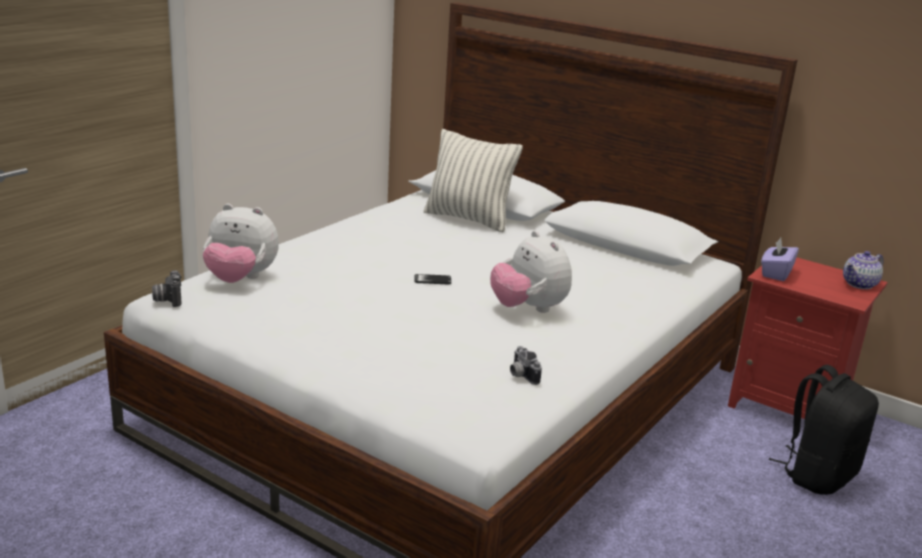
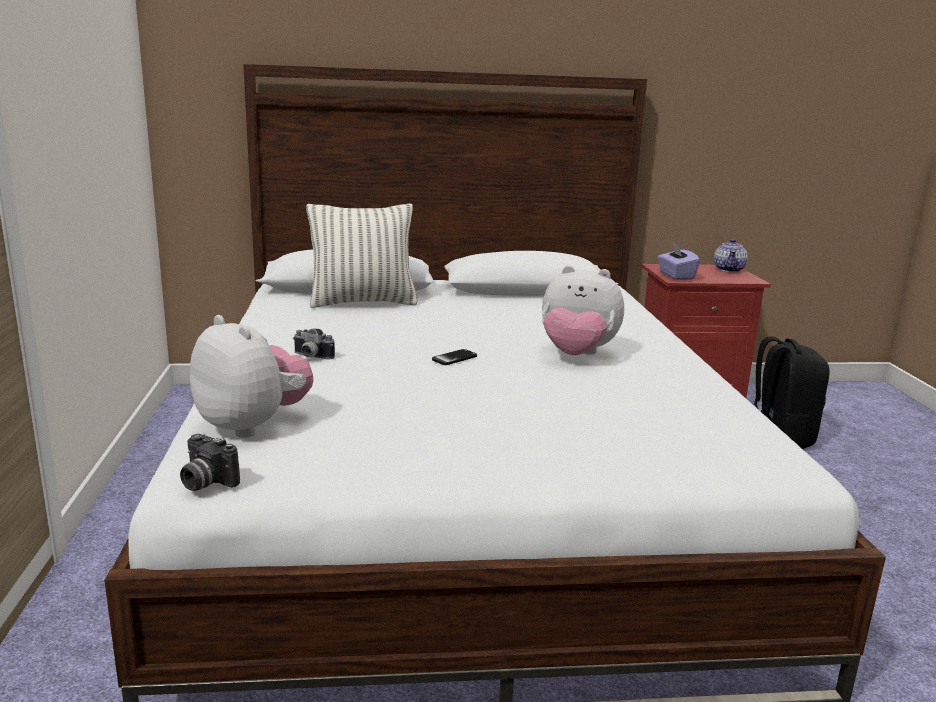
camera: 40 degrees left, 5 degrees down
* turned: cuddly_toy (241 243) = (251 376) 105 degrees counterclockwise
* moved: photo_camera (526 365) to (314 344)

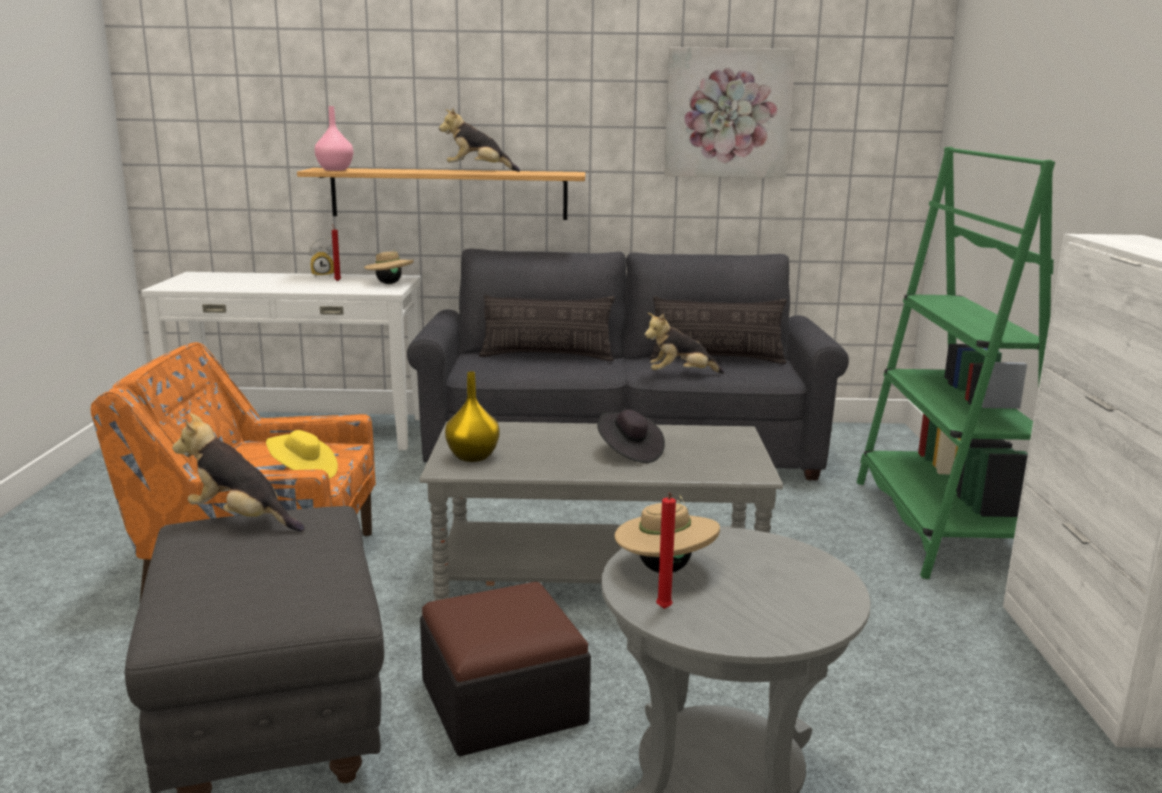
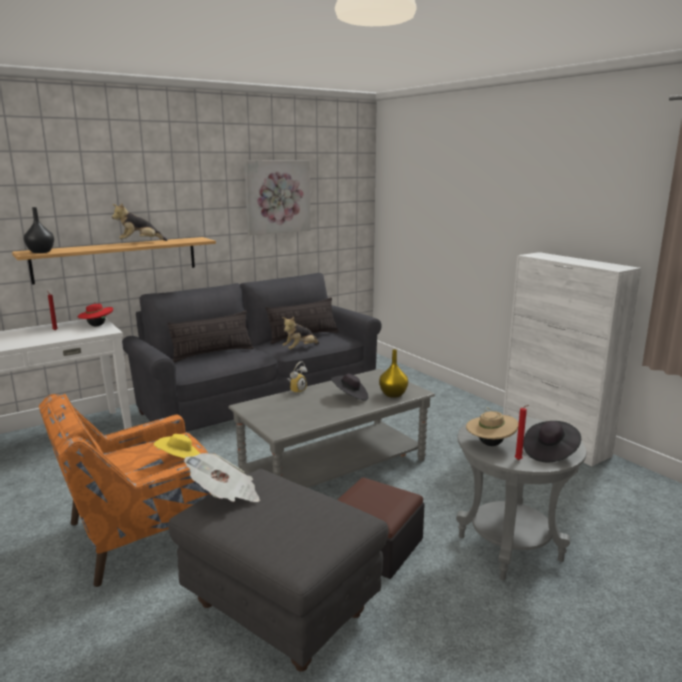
camera: 35 degrees left, 0 degrees up
* recoloured: pinkish_vase (333 138) to blackish_vase (39 230)
* removed: green_bookcase (956 363)
* moved: alarm_clock (321 257) to (297 377)
* recoloured: beige_hat (389 266) to reddish_hat (95 314)
* moved: yellow-coloured_vase (472 416) to (393 373)
* replaced: cuddly_toy (238 472) to printed_paper (222 477)
* added: blackish_hat (552 441)

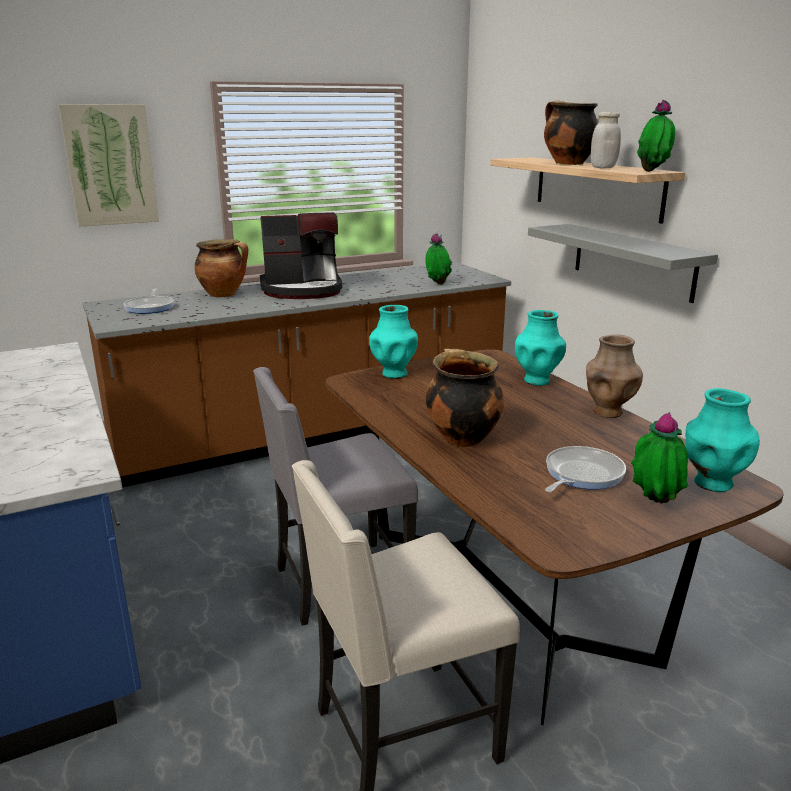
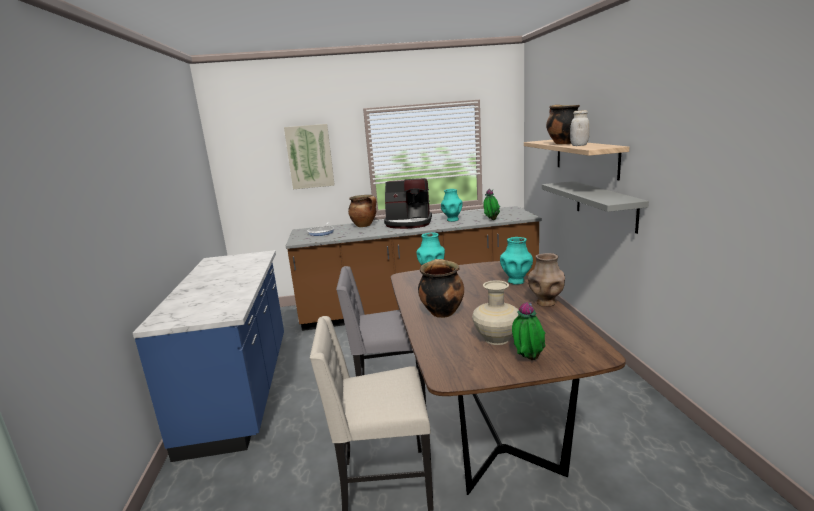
camera: 20 degrees right, 5 degrees down
* removed: plant_in_a_pot (656 136)
* moved: turquoise-coloured_vase (723 440) to (452 205)
* replaced: frying_pan (585 469) to beige_vase (495 312)

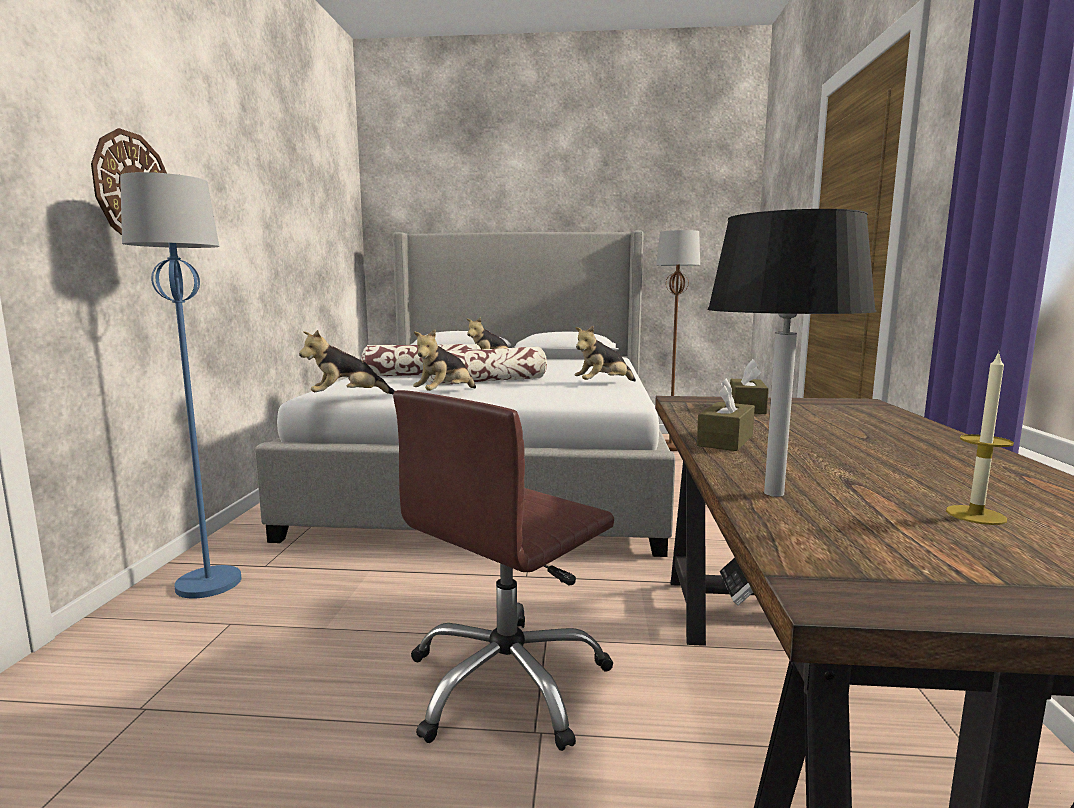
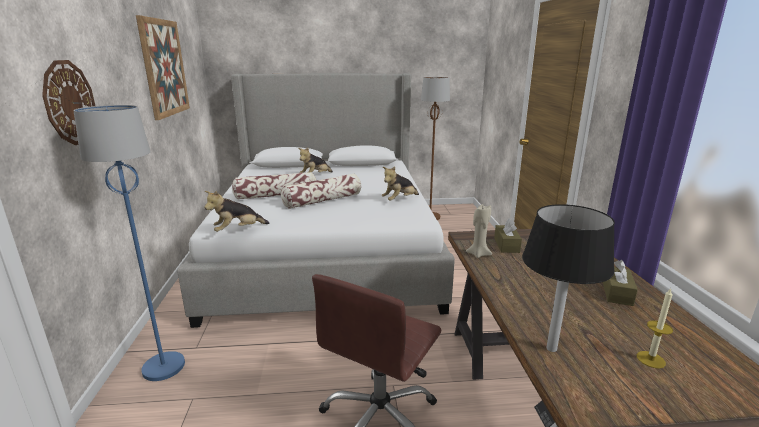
camera: 10 degrees left, 10 degrees up
* removed: cuddly_toy (444 360)
* moved: brown_tissue_holder (726 415) to (620 283)
* added: picture (163 67)
* added: beige_wax_light (479 231)

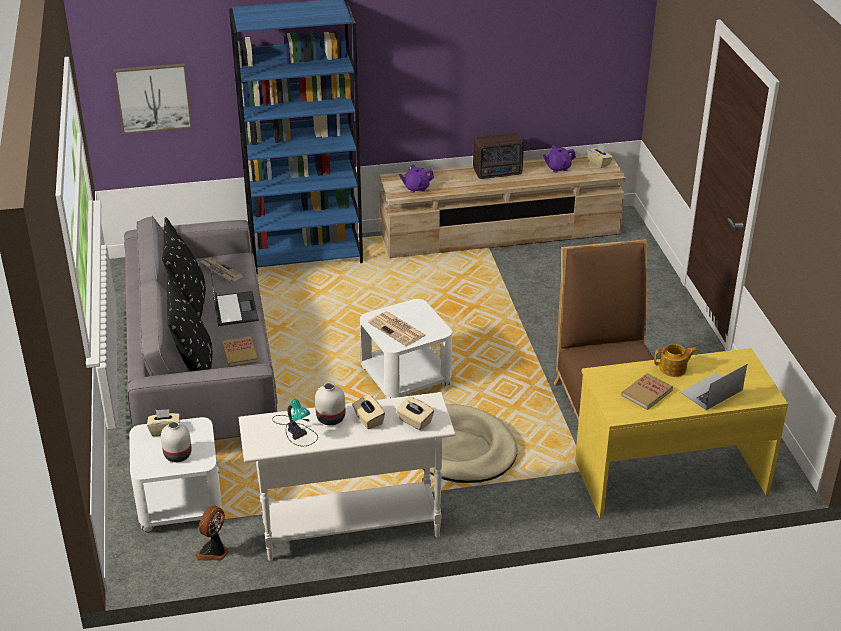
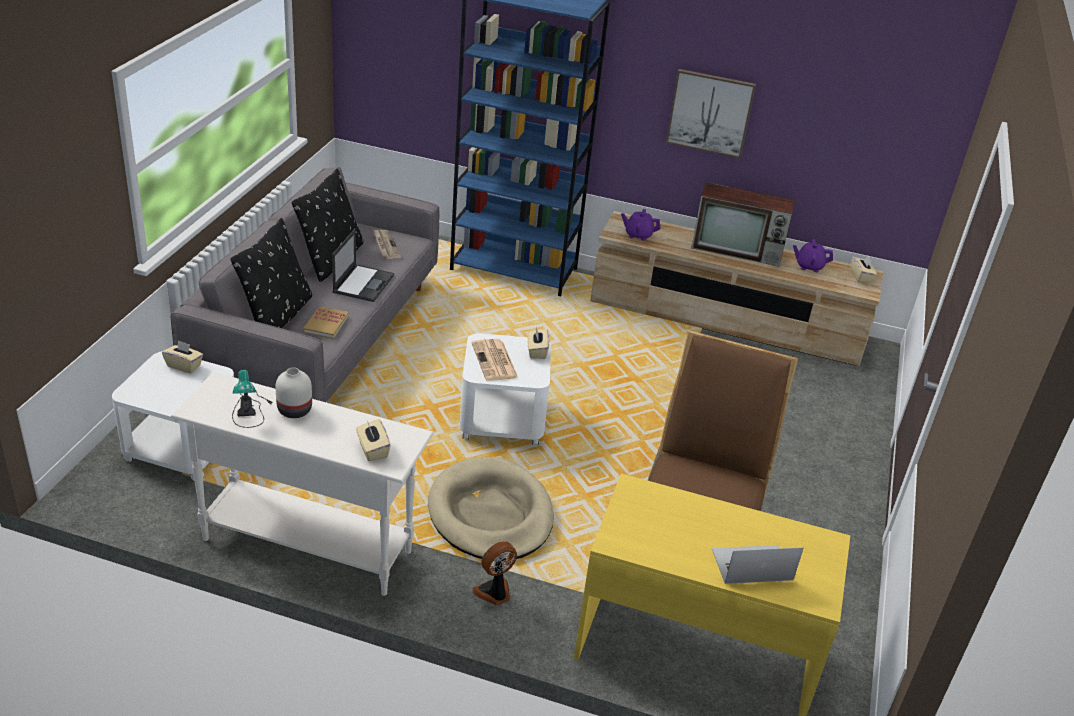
camera: 25 degrees right, 0 degrees up
* moved: picture (153 98) to (711 113)
* replaced: radio_set (498 156) to TV (743 224)
* removed: teapot (675 360)
* removed: book (647 391)
* moved: beige_tissue_holder (368 411) to (538 343)
* removed: whitish_vase (176 441)
* moved: fan (212 533) to (495 573)

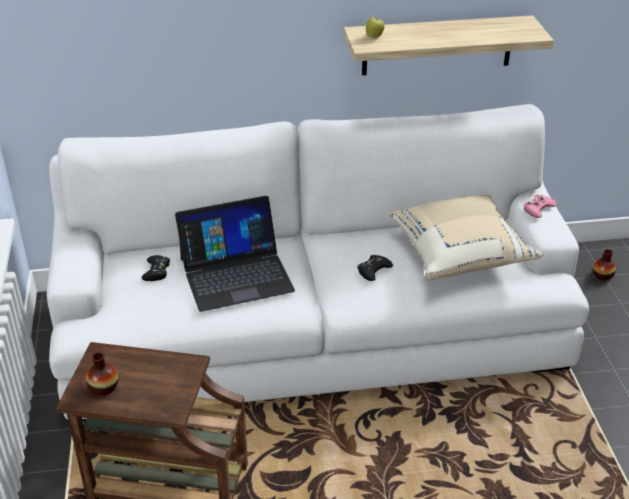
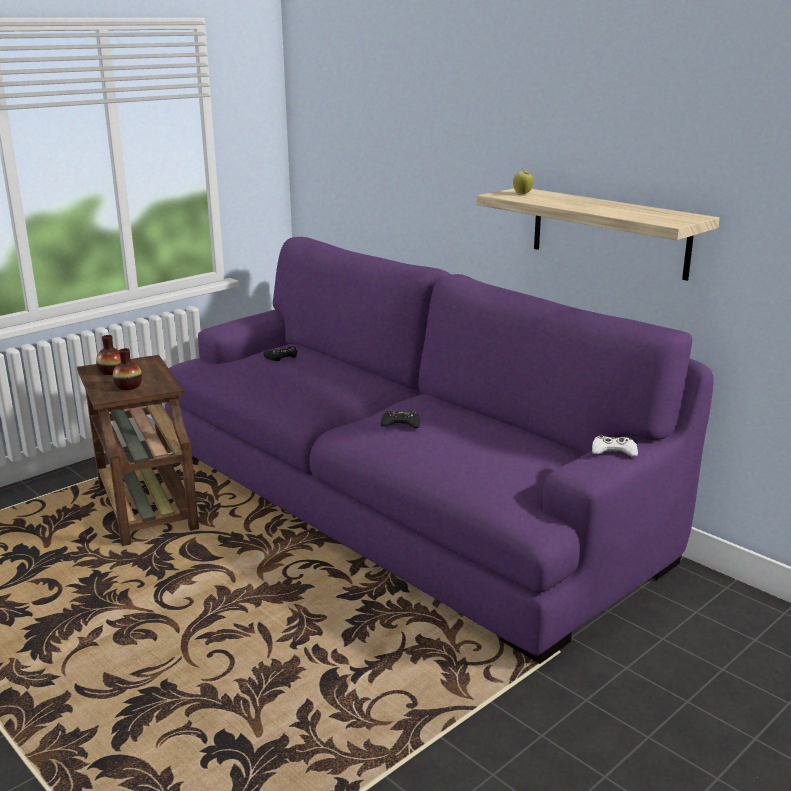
camera: 55 degrees right, 15 degrees down
* recoloured: whitish_settee (318 262) to purplish_settee (439 450)
* removed: beige_throw_pillow (466 237)
* recoloured: pinkish_joypad (540 206) to whitish_joypad (615 446)
* removed: notebook_computer (235 254)
* moved: vase (604 265) to (127 369)

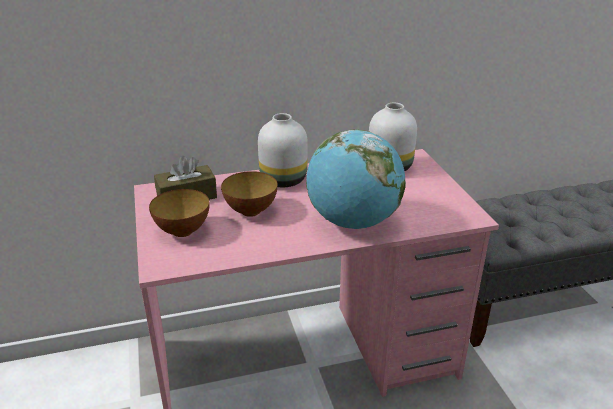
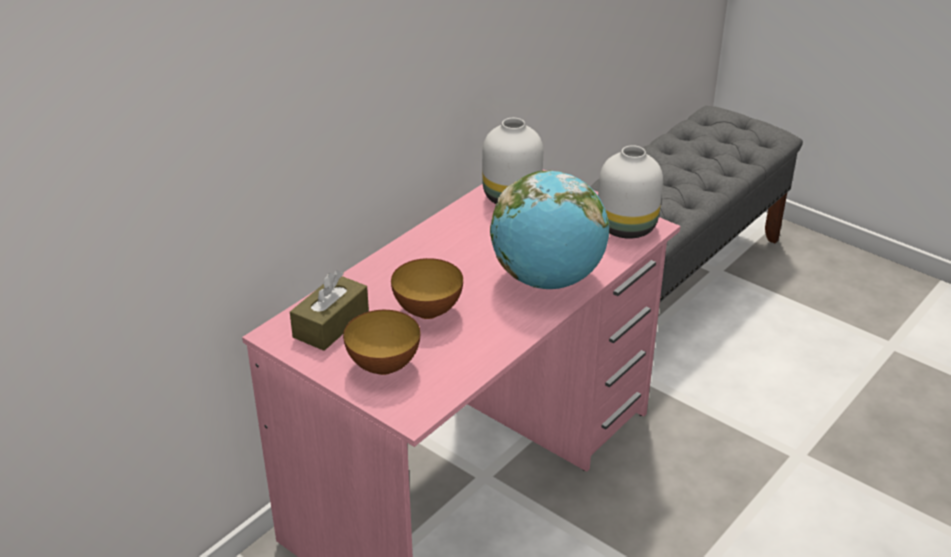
camera: 35 degrees left, 5 degrees up
* moved: whitish_vase (283 150) to (630 192)

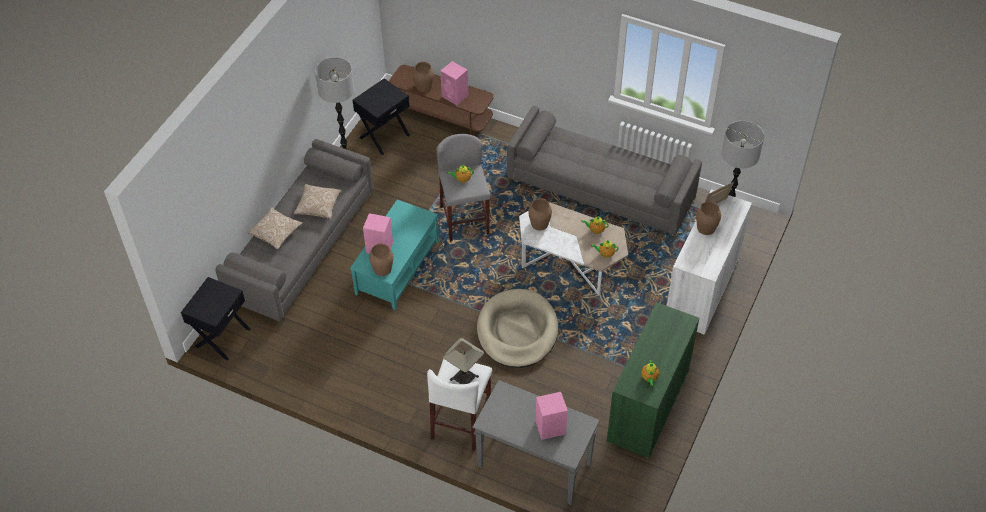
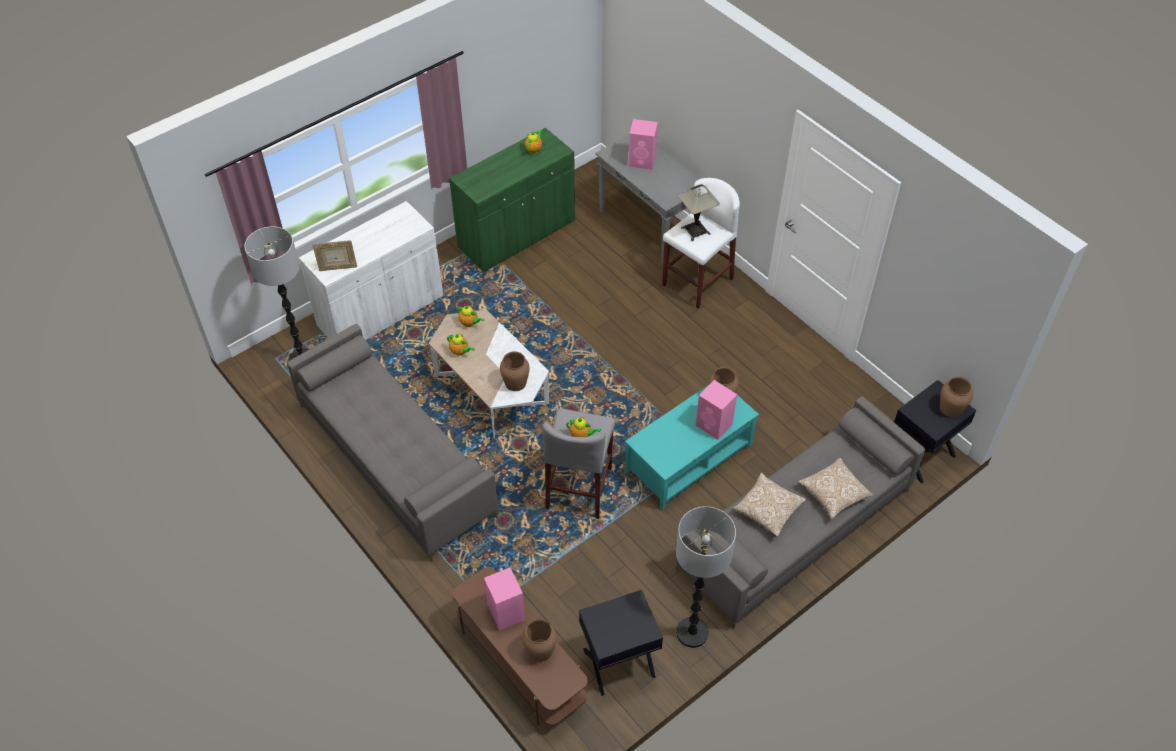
camera: 155 degrees left, 0 degrees up
* moved: brown_vase (708 218) to (956 397)
* removed: beige_dog_cushion (517 328)

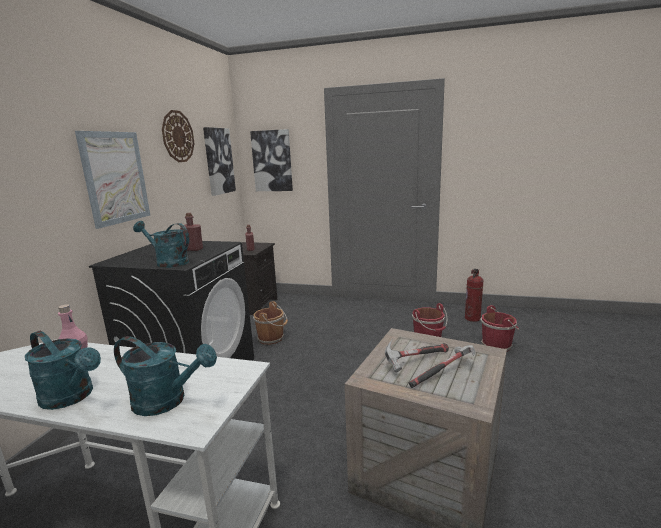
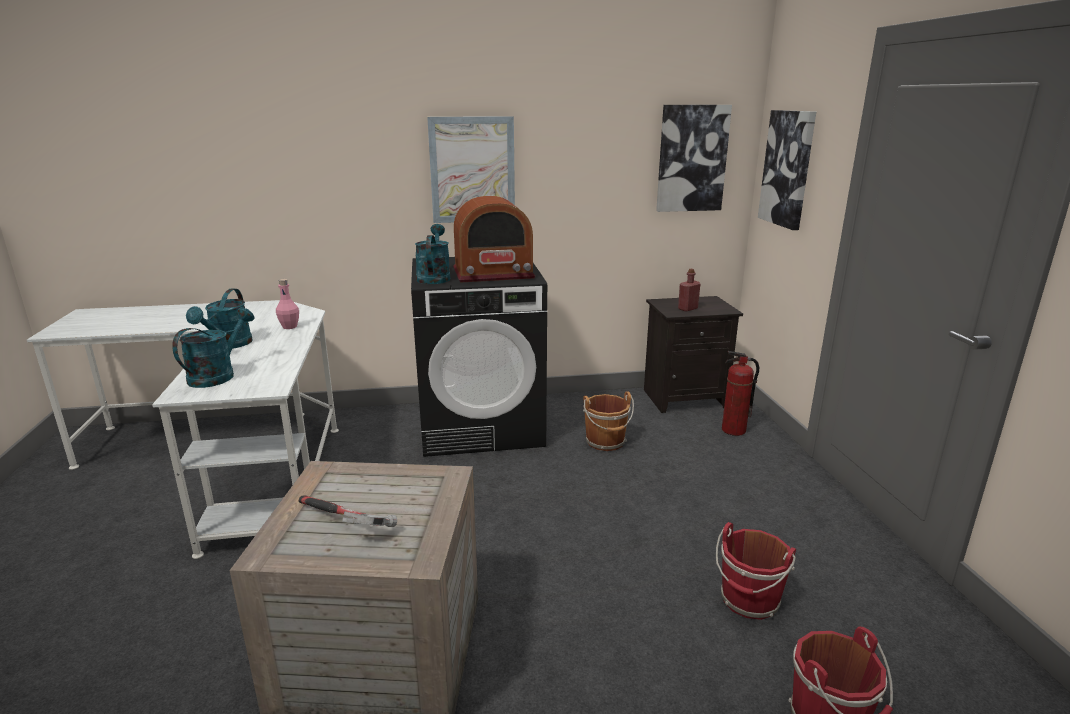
camera: 65 degrees right, 5 degrees up
* removed: clock_on_the_wall (178 136)
* replaced: reddish_drink_bottle (191 232) to radio_set (494 239)
* moved: fire-fighting_cylinder (474 295) to (740 393)
* turned: turquoise-coloured_watering_can (165 376) = (213 347) 150 degrees counterclockwise
* removed: tool_hammer (417 355)

